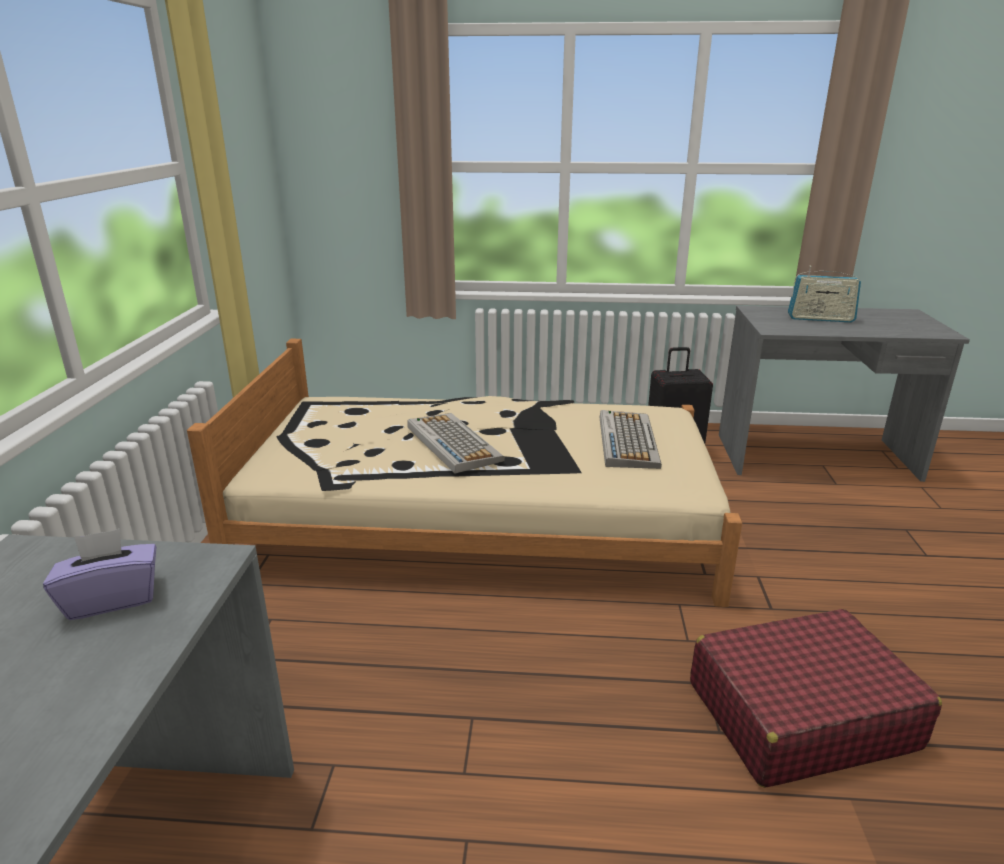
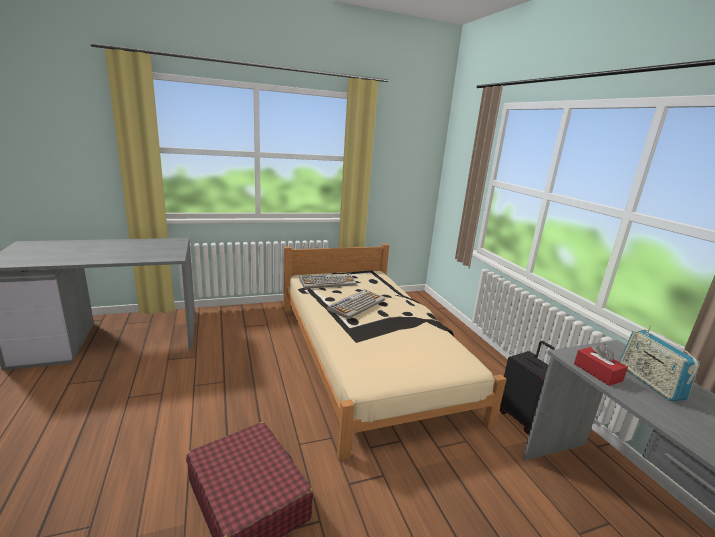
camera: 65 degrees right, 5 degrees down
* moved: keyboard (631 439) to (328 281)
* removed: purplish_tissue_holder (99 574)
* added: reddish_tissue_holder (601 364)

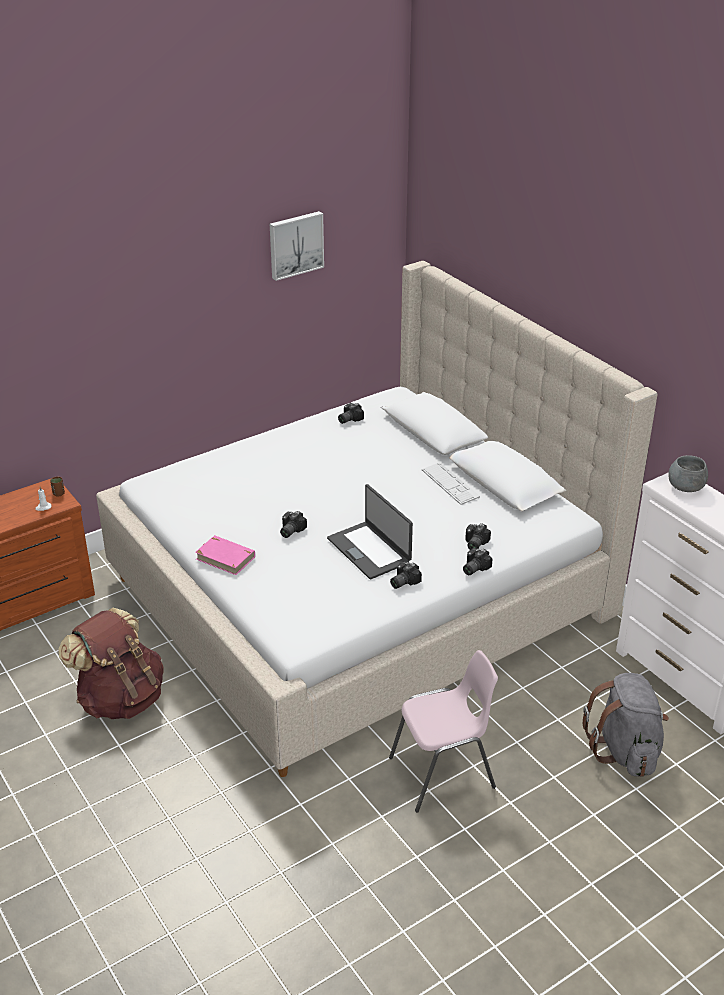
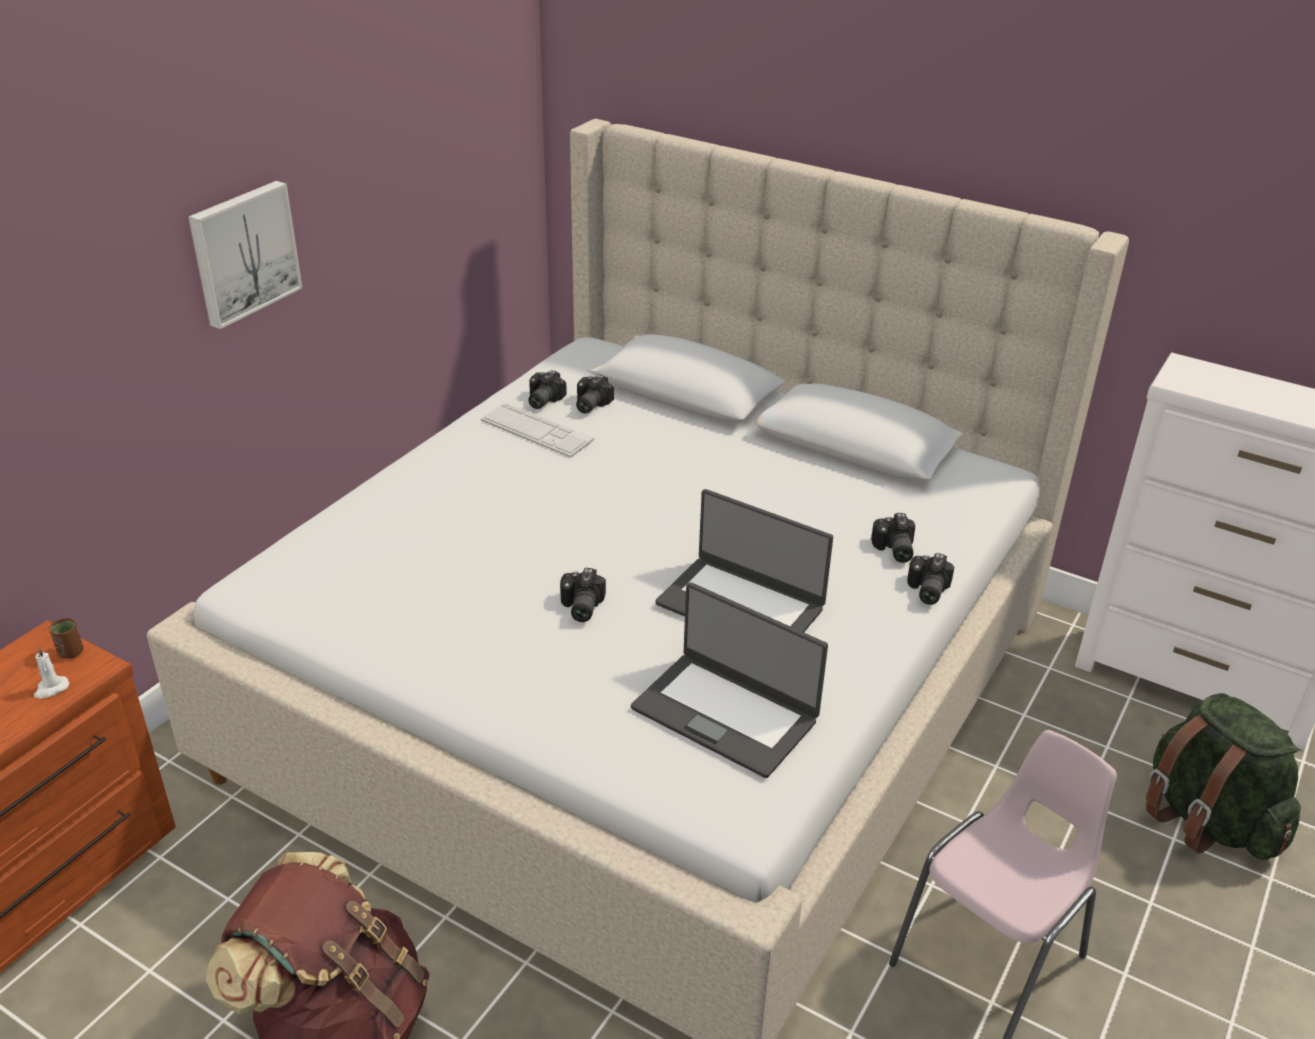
camera: 25 degrees left, 0 degrees up
* moved: picture (297 246) to (245 255)
* removed: gray_deep_dish (688 473)
* moved: keyboard (451 483) to (537 430)
* removed: pinkish_book (225 555)
* moved: photo_camera (406 575) to (595 394)
* recoloured: gray_knapsack (626 725) to green_knapsack (1223 776)
* added: notebook_computer (729 680)

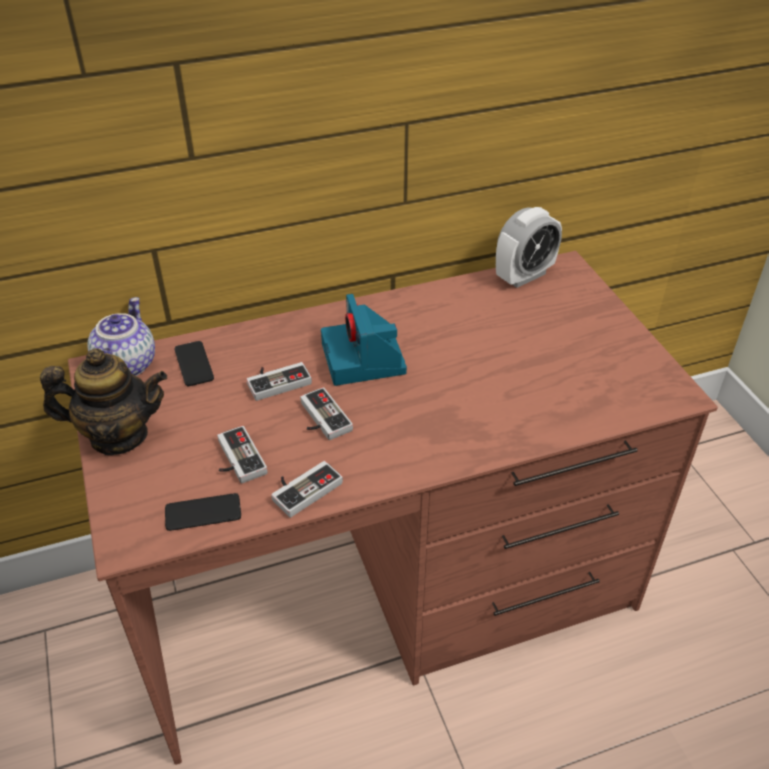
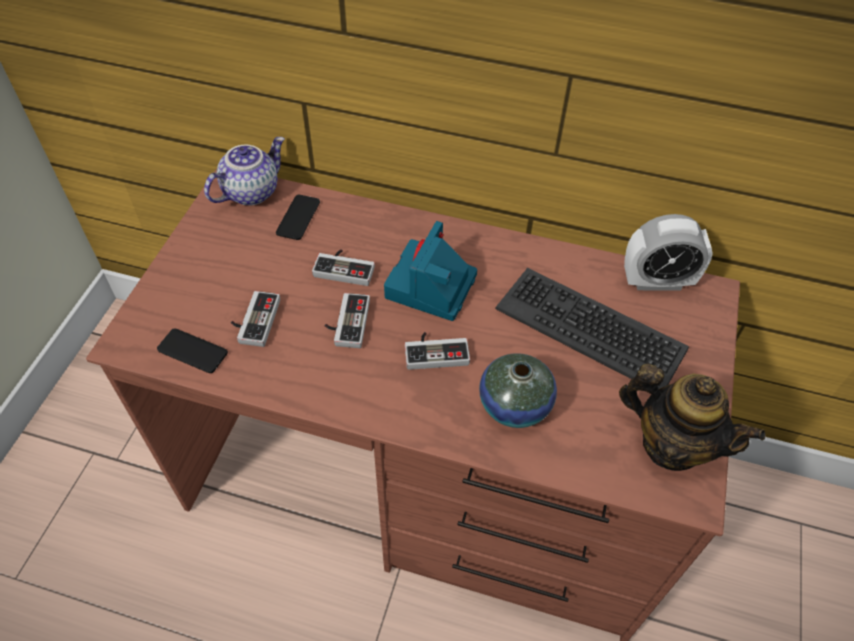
camera: 35 degrees right, 10 degrees up
* moved: teapot (103 401) to (692 417)
* moved: joypad (307 489) to (437 351)
* added: keyboard (592 328)
* added: vase (518 390)

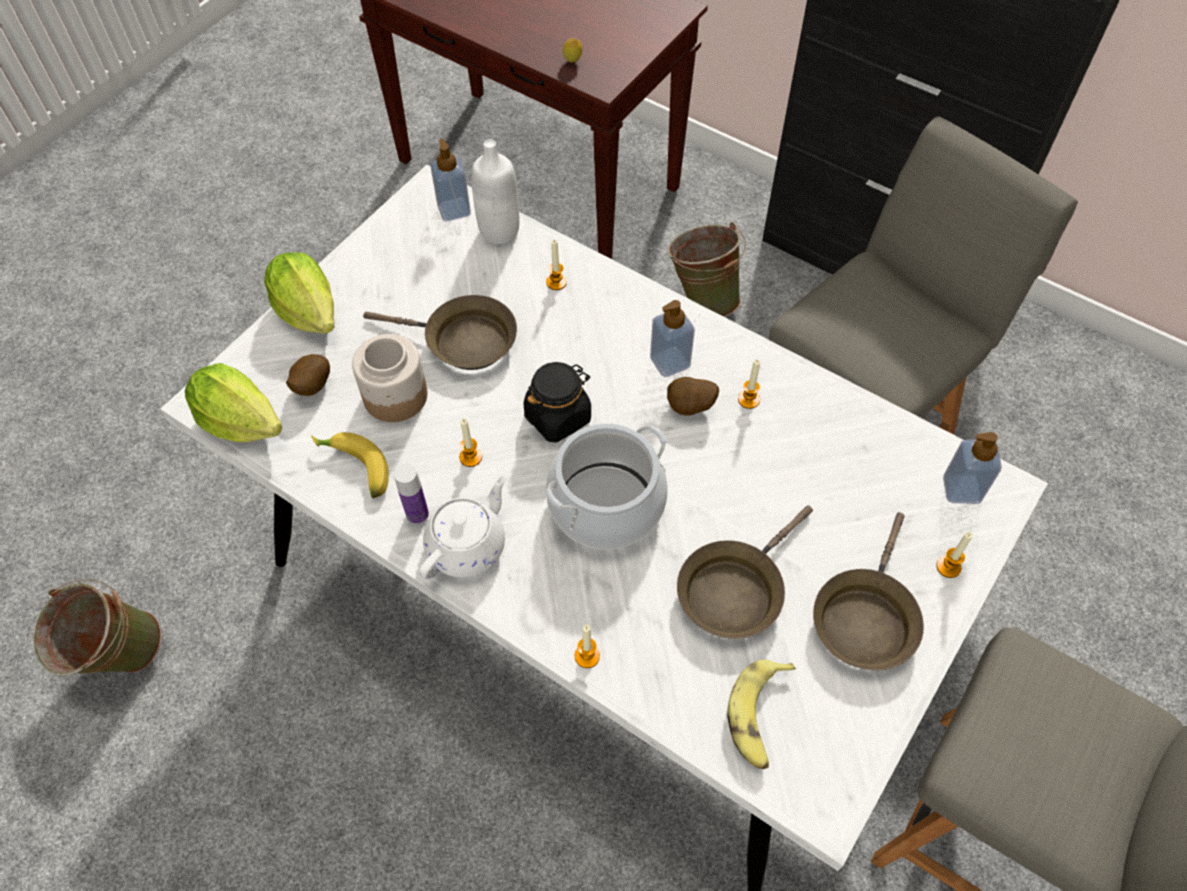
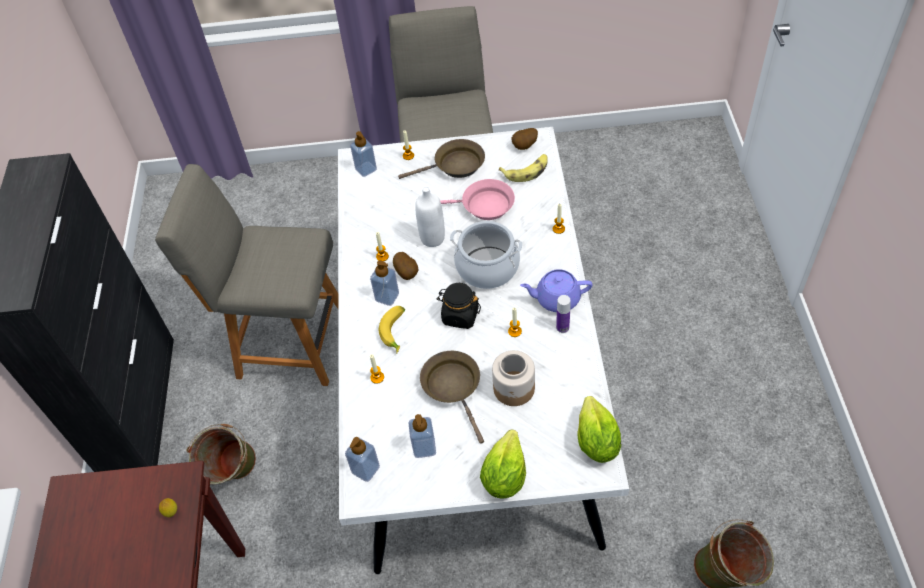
camera: 125 degrees left, 5 degrees down
* moved: whitish_drink_bottle (495 191) to (430 216)
* moved: potato (308 375) to (524 139)
* moved: banana (349 465) to (392 329)
* recoloured: whitish_teapot (463 526) to purplish_teapot (556 290)
* recoloured: brown_frying_pan (745 572) to pinkish_frying_pan (477 199)
* added: liquid_soap_bottle (422 436)

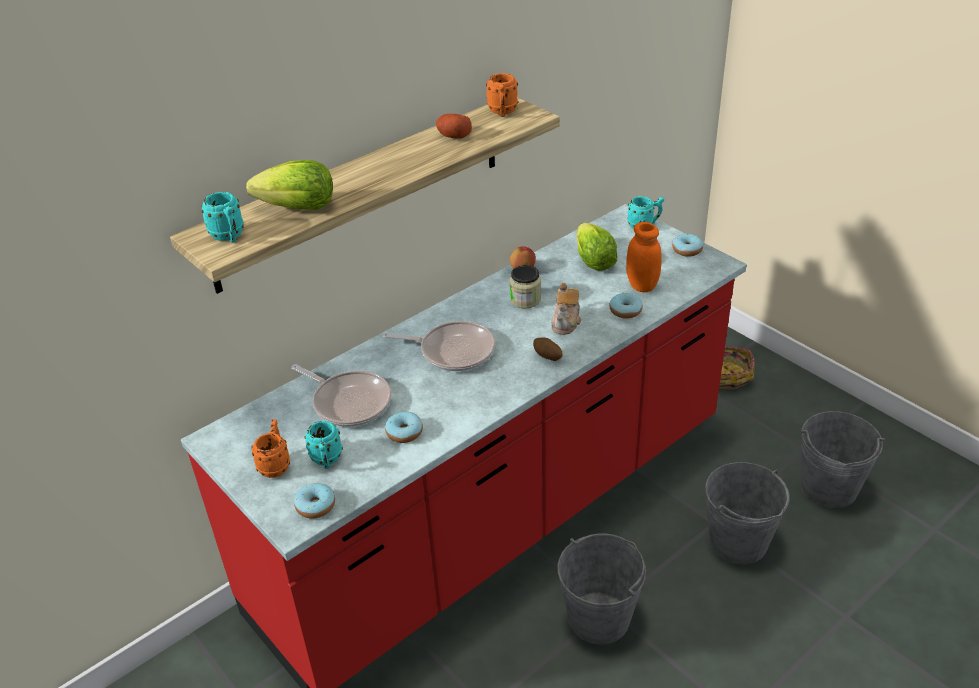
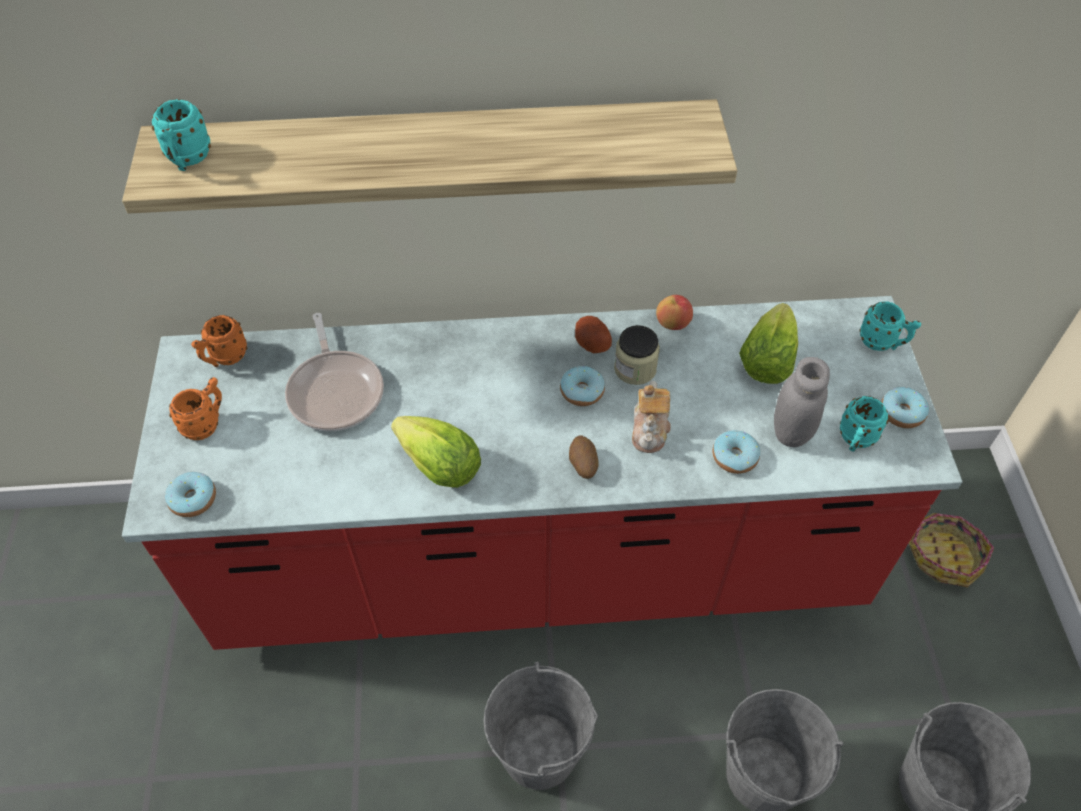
camera: 35 degrees right, 15 degrees up
* moved: orangey_coffee_mug (502 95) to (219 341)
* moved: potato (454 126) to (593 334)
* moved: lettuce_head (289 185) to (436 452)
* recoloured: orangey_preserve_jar (644 257) to gray_preserve_jar (802 402)
* turned: teapot (566 309) = (651 417) 45 degrees counterclockwise
* removed: frying_pan (439 346)
* moved: donut (404 427) to (582 386)
* moved: turquoise-coloured_coffee_mug (323 445) to (864 423)

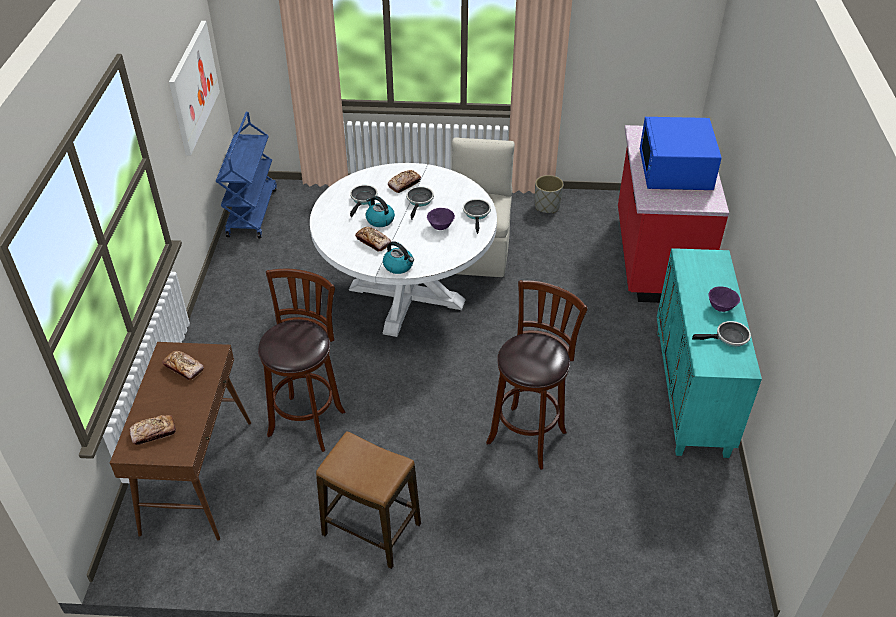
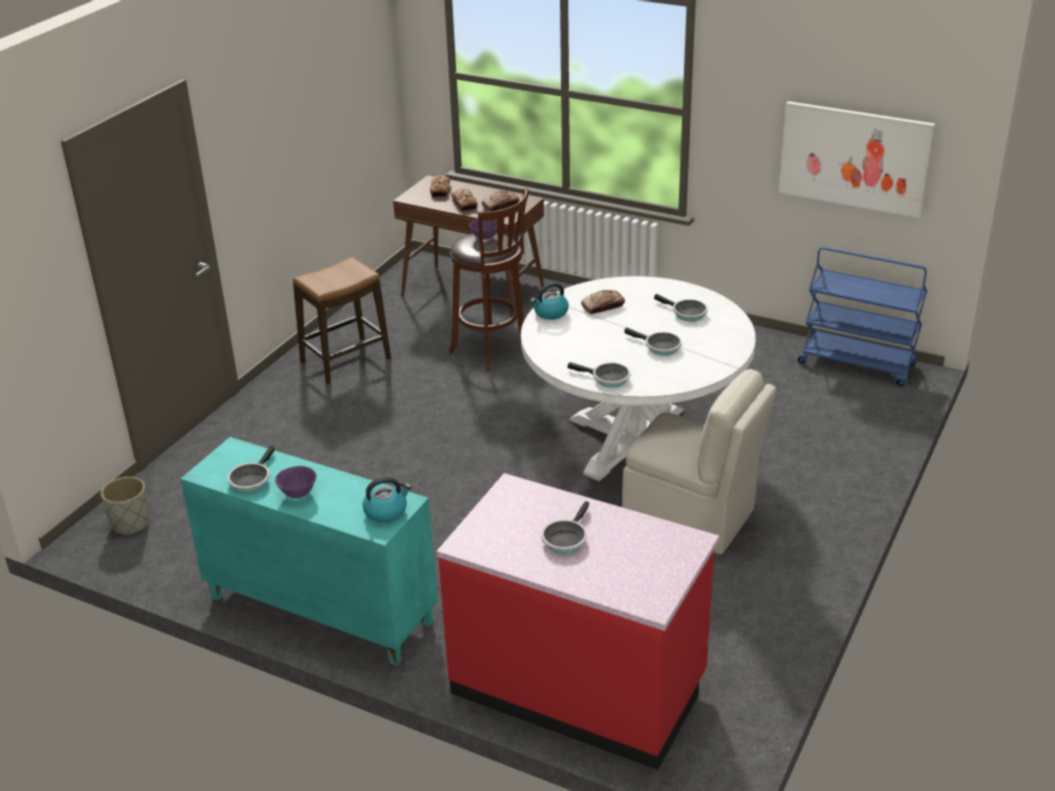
camera: 115 degrees right, 10 degrees down
* replaced: blue_kitchen_microwave (681 153) to frying_pan (565 527)
* moved: bread (404 181) to (464 200)
* moved: gray_planter (549 194) to (125 506)
* moved: kettle (380 211) to (387 500)
* moved: purplish_deep_dish (441 219) to (483 229)
* removed: brown_stool (536 375)

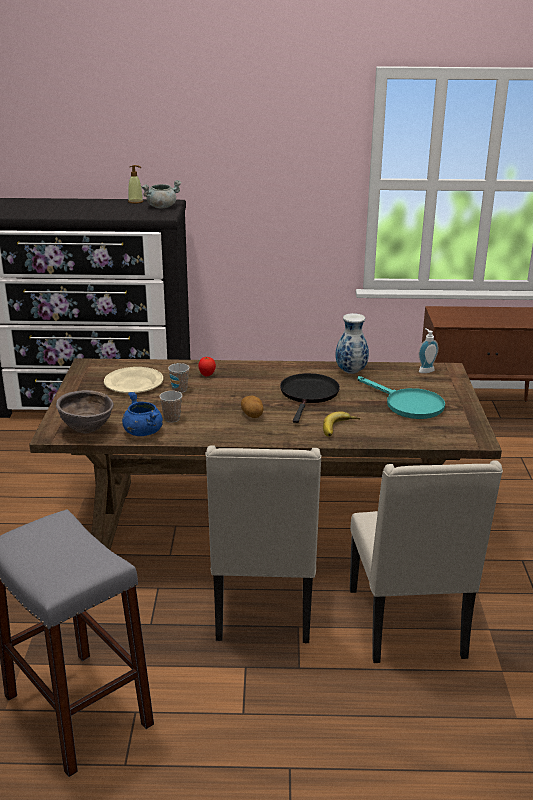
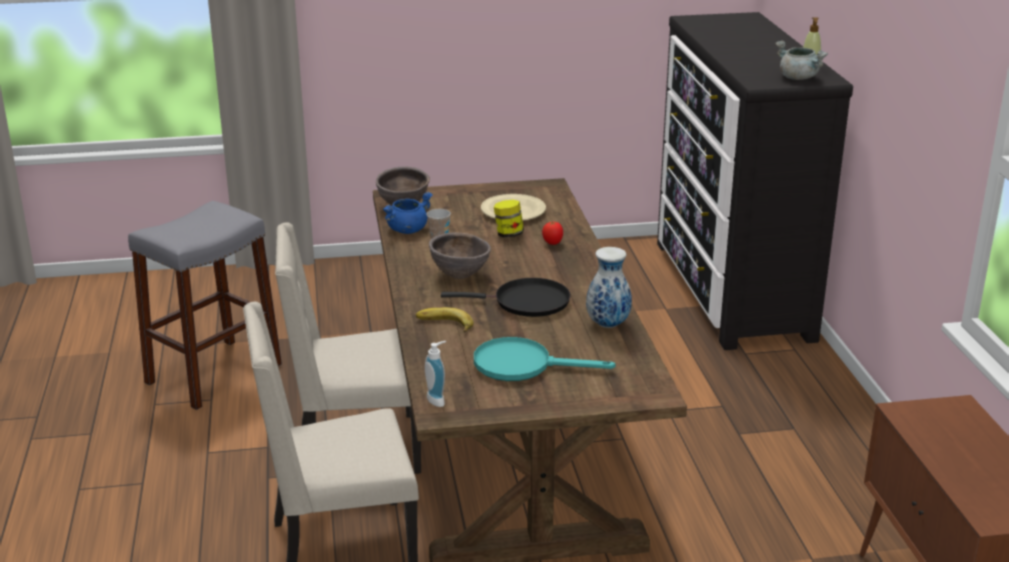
camera: 80 degrees right, 0 degrees up
* moved: liquid_soap_bottle (428 350) to (435 374)
* replaced: cup (179 378) to preserve_jar (509 219)
* turned: turquoise-coloured_frying_pan (401 397) = (545 359) 60 degrees clockwise
* replaced: potato (252 407) to brown_deep_dish (460 255)

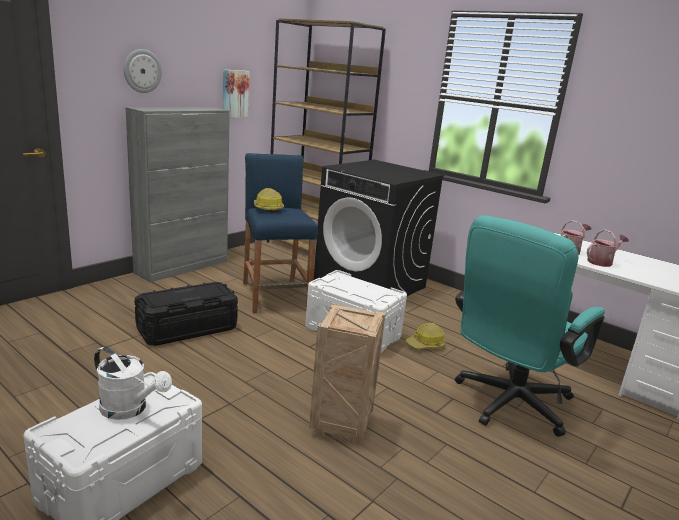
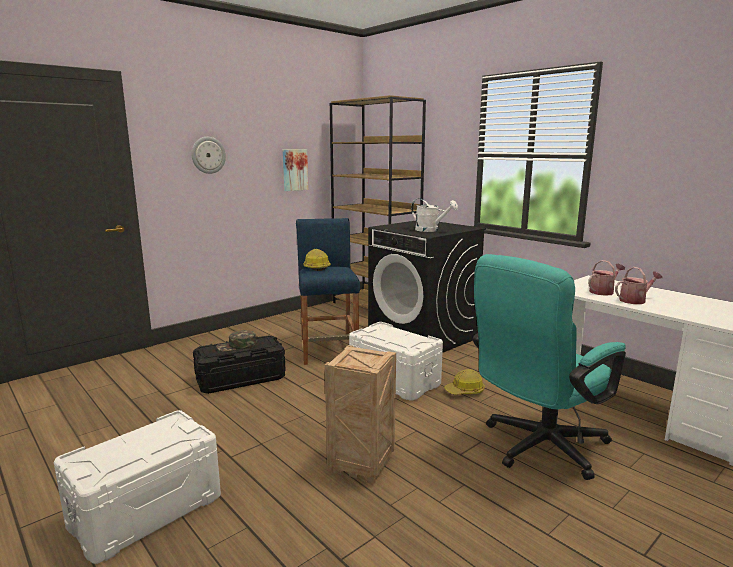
camera: 10 degrees right, 5 degrees down
* removed: gray_cupboard (177 194)
* moved: whitish_watering_can (133 383) to (434 215)
* added: green_baseball_cap (236 341)

